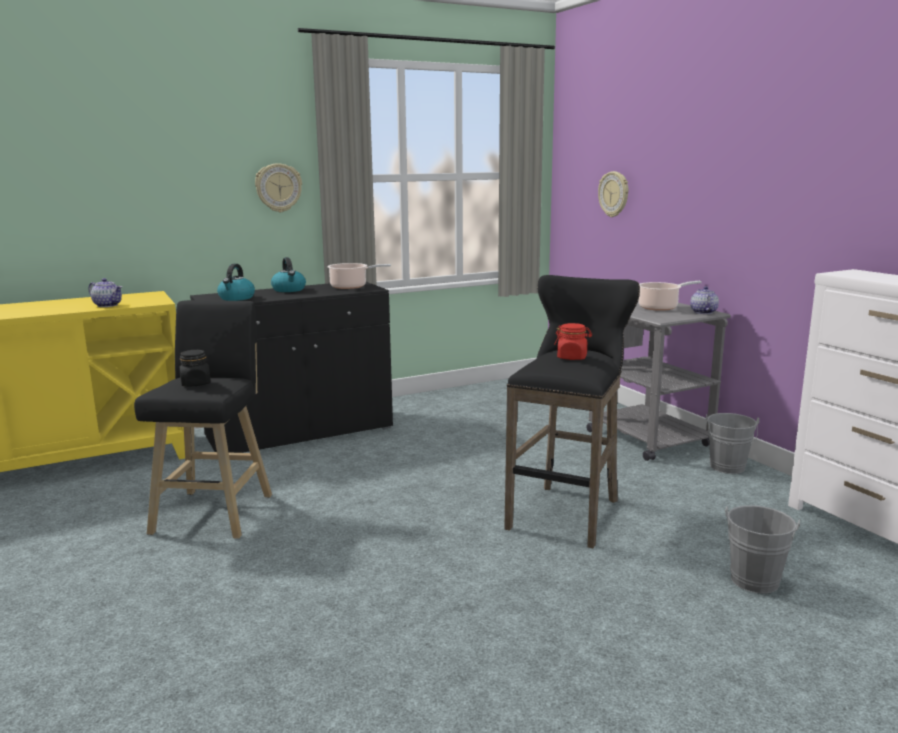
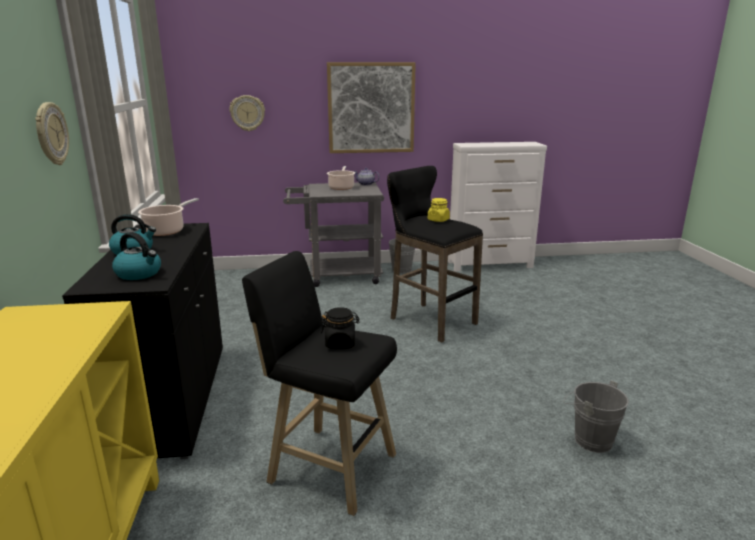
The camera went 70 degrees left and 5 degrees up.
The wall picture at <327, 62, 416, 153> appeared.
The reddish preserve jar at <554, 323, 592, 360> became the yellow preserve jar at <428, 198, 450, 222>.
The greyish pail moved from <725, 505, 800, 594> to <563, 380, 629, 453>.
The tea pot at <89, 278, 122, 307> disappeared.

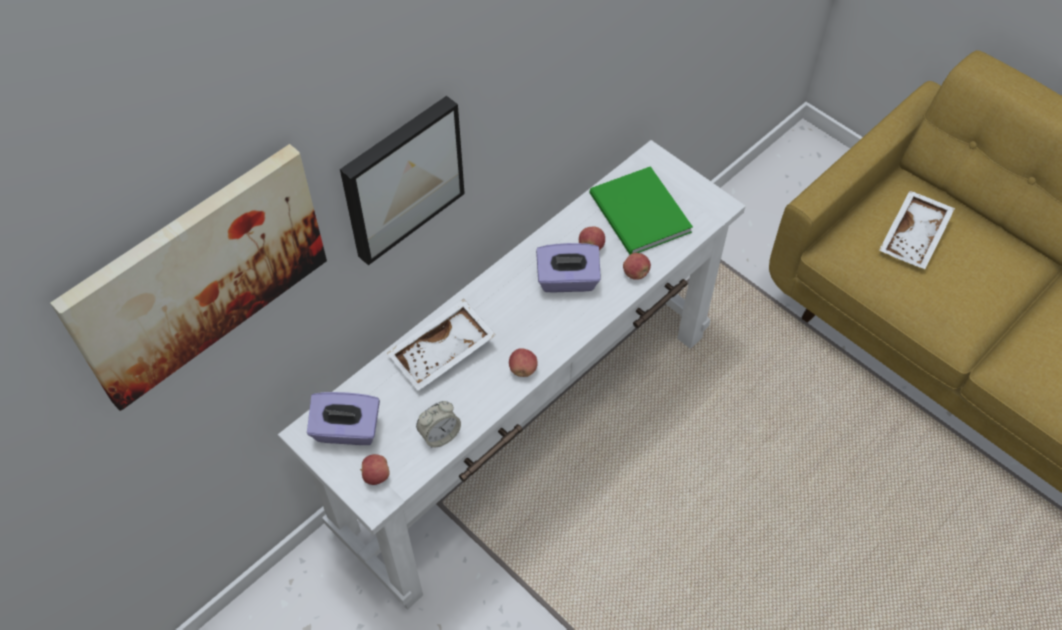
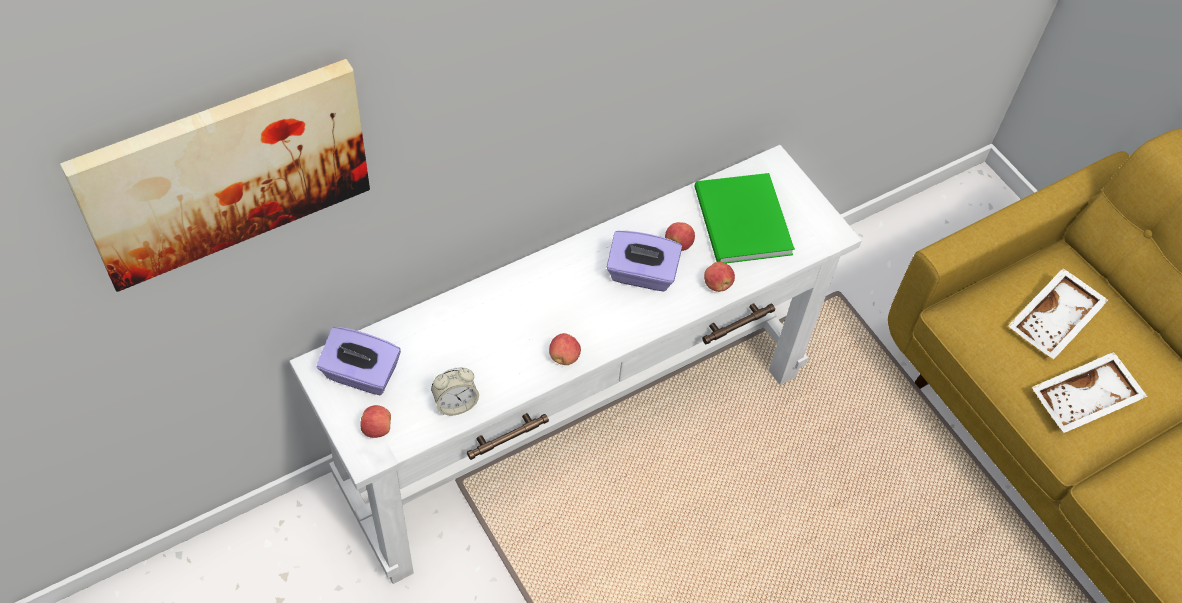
The camera went 10 degrees right and 0 degrees up.
The white-coloured carrying tray moved from <387, 299, 496, 391> to <1031, 352, 1148, 433>.
The wall picture at <340, 96, 465, 265> disappeared.

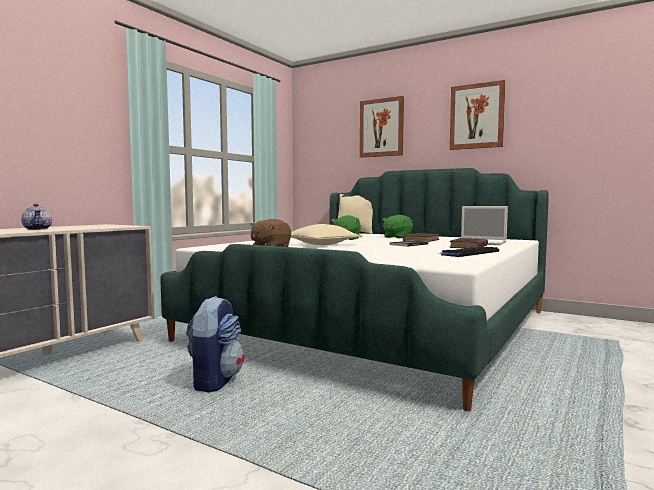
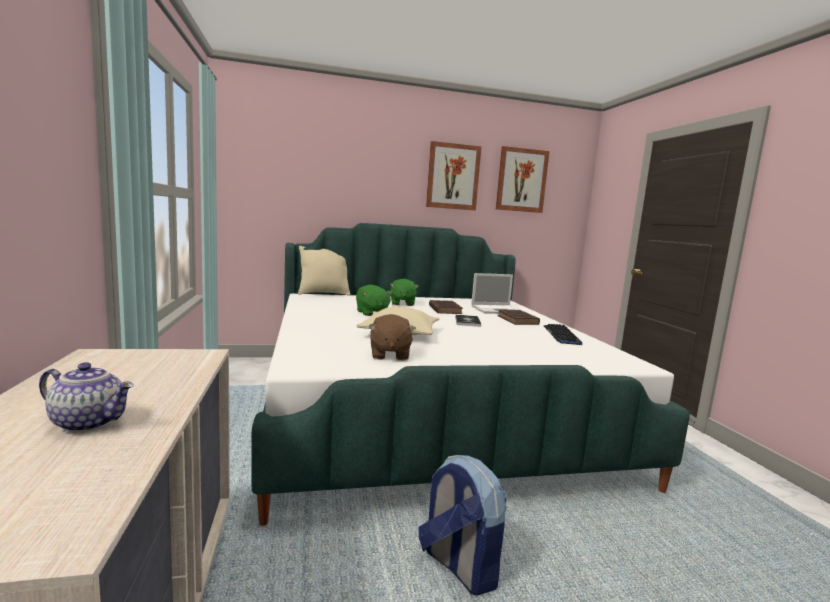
The camera went 45 degrees left and 5 degrees up.
The wall picture moved from <360, 96, 404, 158> to <496, 146, 549, 213>.

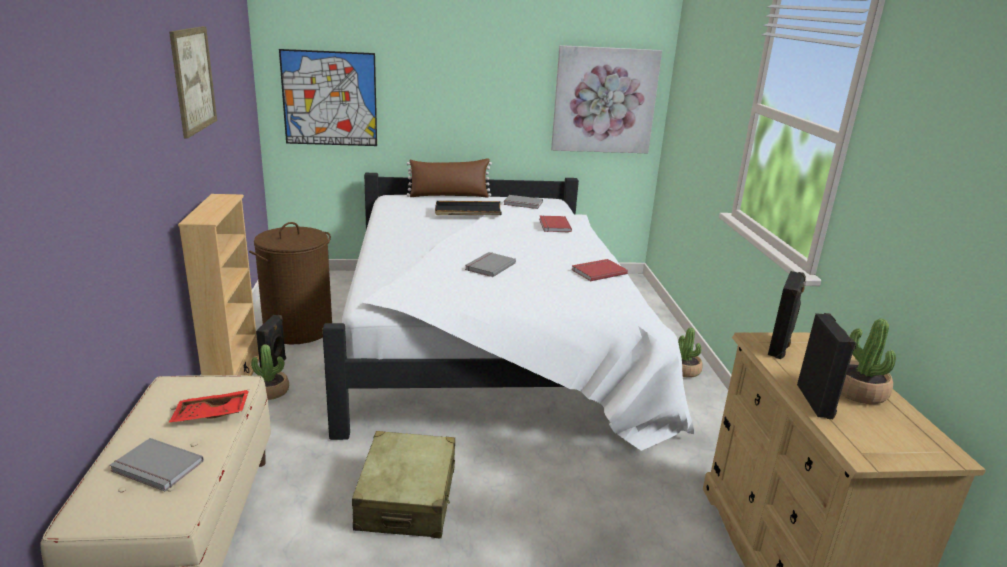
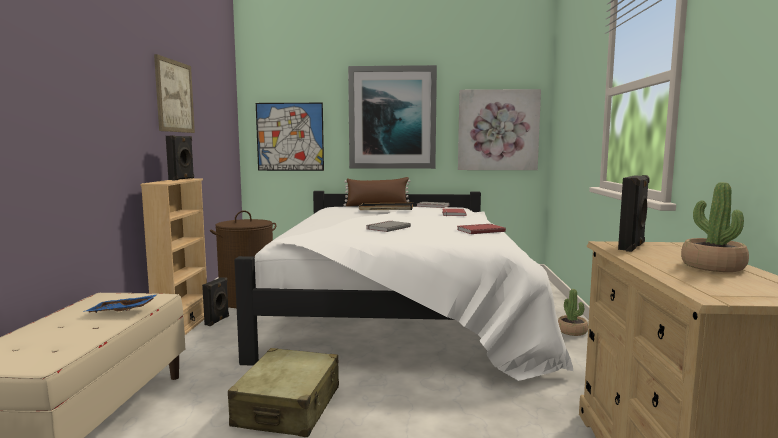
The camera went 10 degrees right and 15 degrees down.
The reddish carrying tray at <168, 390, 249, 423> became the blue carrying tray at <83, 294, 158, 313>.
The black loudspeaker moved from <797, 313, 856, 419> to <166, 135, 194, 180>.
The wall picture at <348, 65, 437, 169> appeared.
The greyish volume at <109, 438, 204, 491> disappeared.
The houseplant at <251, 344, 289, 400> disappeared.

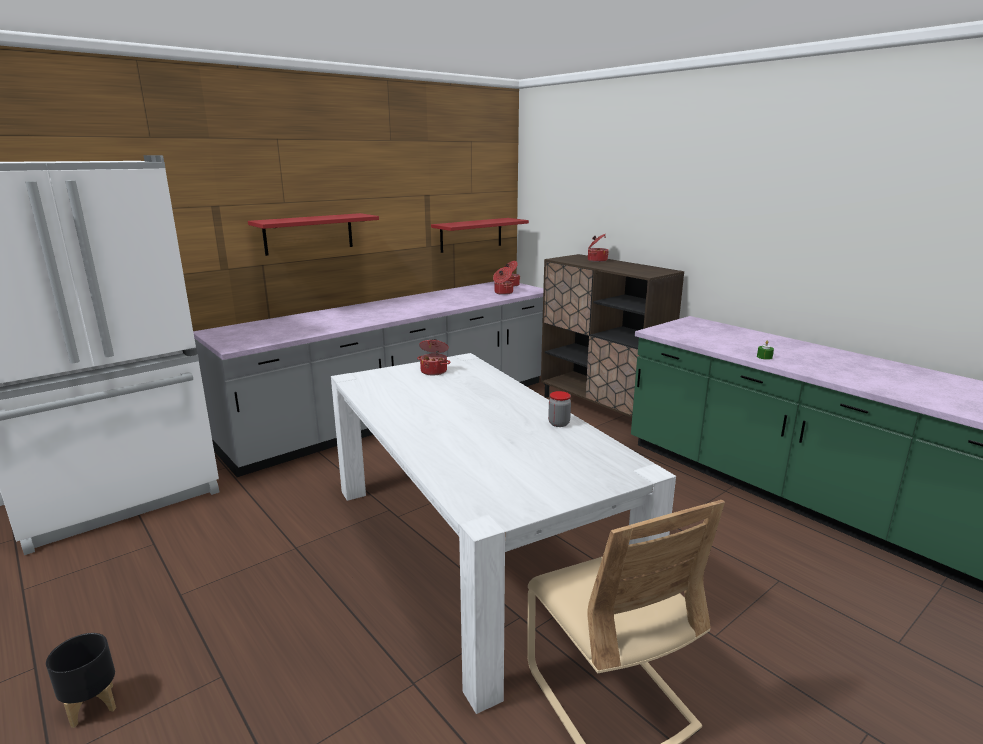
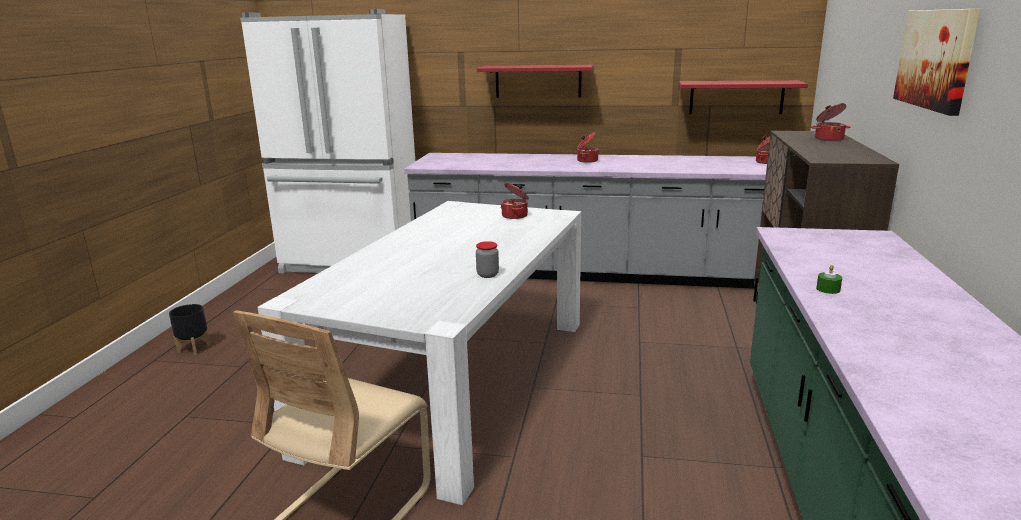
The camera went 50 degrees right and 0 degrees up.
The stockpot moved from <493, 267, 513, 295> to <577, 132, 599, 163>.
The wall picture at <893, 9, 981, 116> appeared.

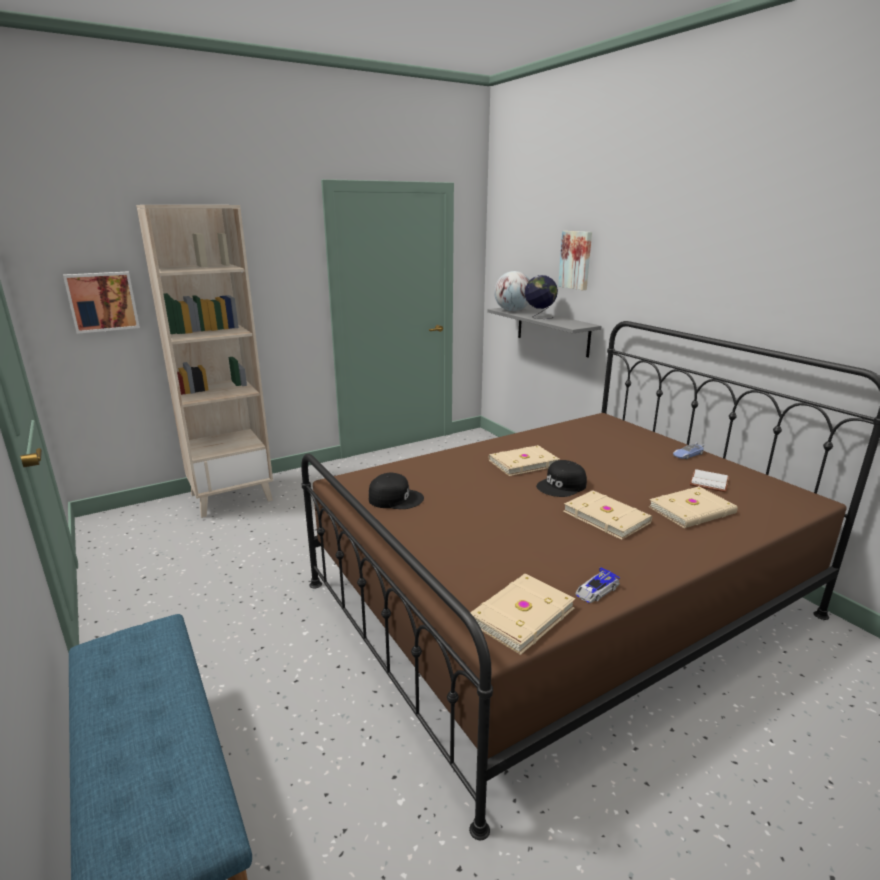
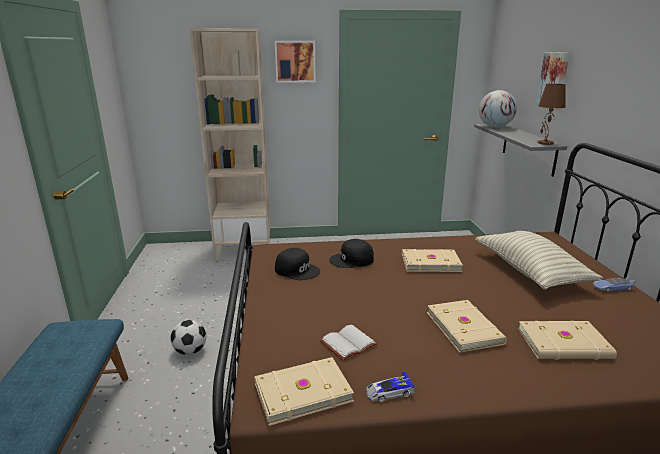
The camera went 25 degrees right and 0 degrees up.
The ball for football at <171, 320, 207, 355> appeared.
The wall picture moved from <63, 272, 140, 334> to <275, 41, 316, 83>.
The white-coloured volume moved from <690, 469, 729, 492> to <320, 325, 378, 361>.
The black peaked cap moved from <536, 460, 587, 497> to <329, 239, 374, 268>.
The cushion at <475, 231, 603, 290> appeared.
The brown-coloured lamp for a table at <537, 84, 565, 145> appeared.
The desk globe at <525, 275, 558, 319> disappeared.

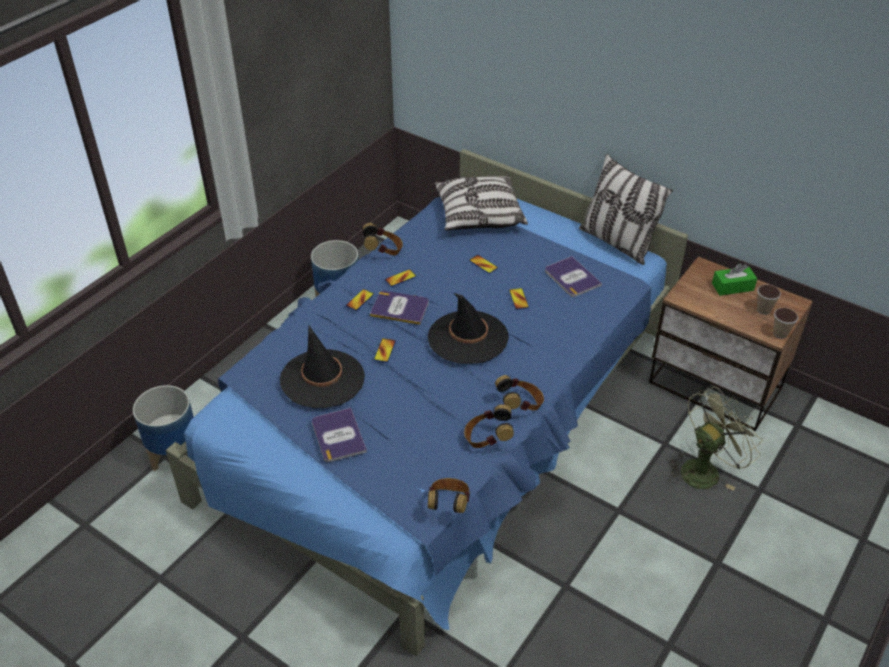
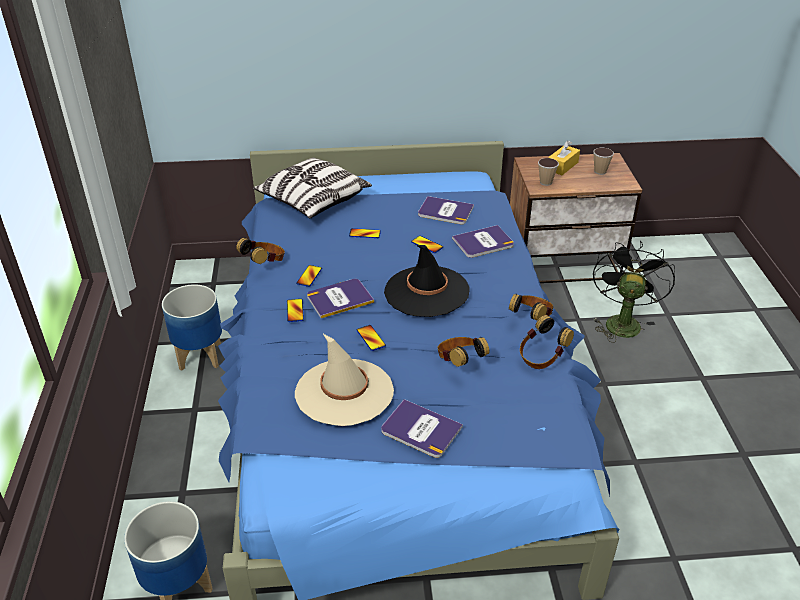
The camera went 40 degrees left and 5 degrees down.
The black clothing hat at <280, 325, 365, 408> became the beige clothing hat at <295, 334, 394, 426>.
The headphones moved from <428, 478, 470, 513> to <437, 337, 490, 367>.
The volume at <452, 225, 514, 258> appeared.
The cup moved from <773, 308, 798, 339> to <538, 158, 559, 186>.
The green-coloured box of tissues at <712, 263, 757, 296> became the yellow box of tissues at <548, 141, 580, 175>.
The green-coloured cooling fan at <669, 386, 762, 491> became the black cooling fan at <593, 241, 675, 343>.
The cushion at <579, 154, 673, 265> disappeared.

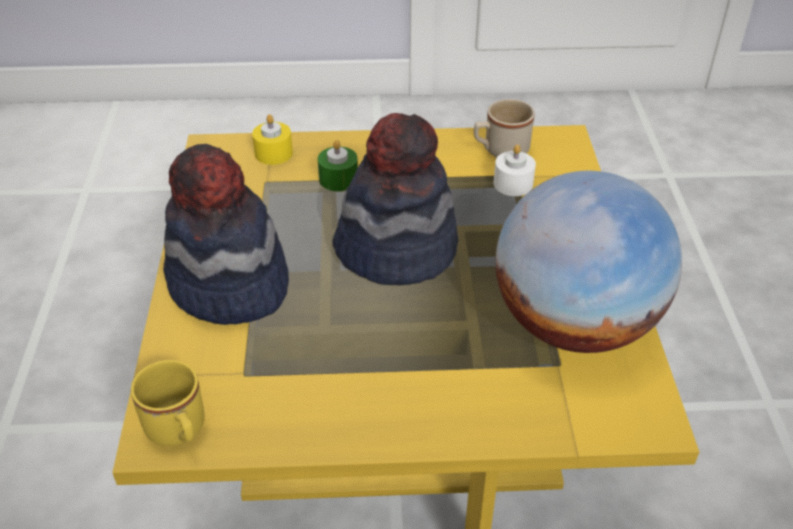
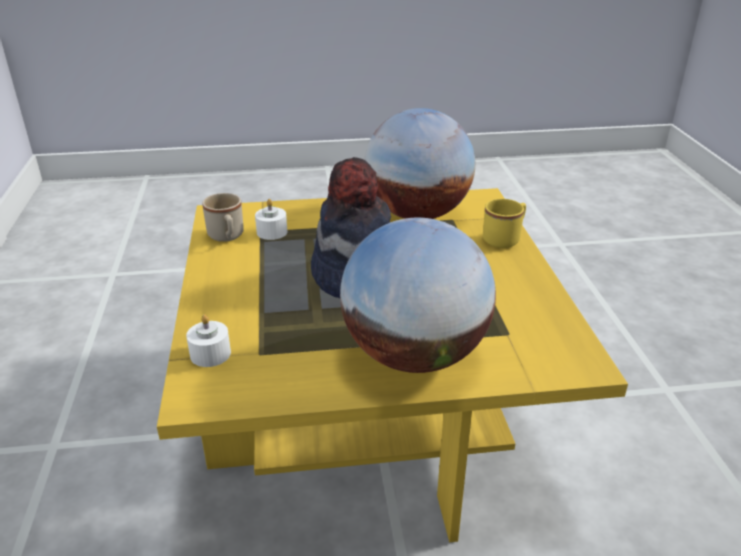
The camera went 95 degrees left and 10 degrees down.
The yellow wax candle at <252, 114, 293, 165> became the white-coloured wax candle at <186, 314, 231, 367>.
The clothing hat at <163, 144, 289, 325> was replaced by the desk globe at <340, 217, 496, 373>.
The yellow tea mug moved from <131, 360, 205, 446> to <483, 199, 526, 248>.
The green-coloured wax candle at <318, 140, 358, 191> disappeared.

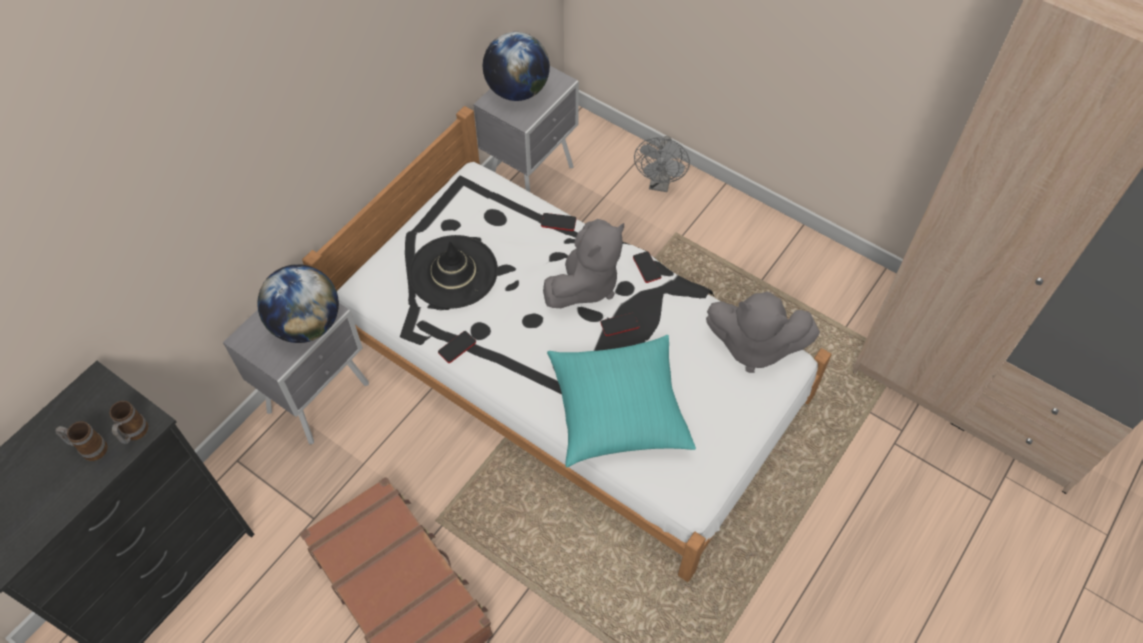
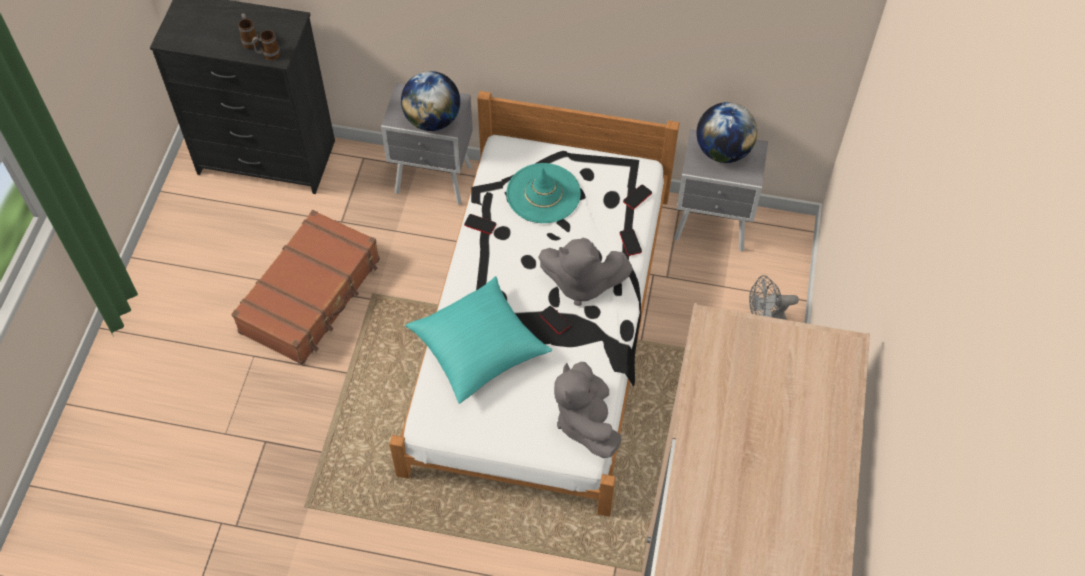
The camera went 65 degrees right and 0 degrees up.
The black clothing hat at <409, 235, 498, 309> became the turquoise-coloured clothing hat at <506, 163, 581, 223>.
The phone moved from <633, 251, 661, 283> to <623, 184, 652, 209>.

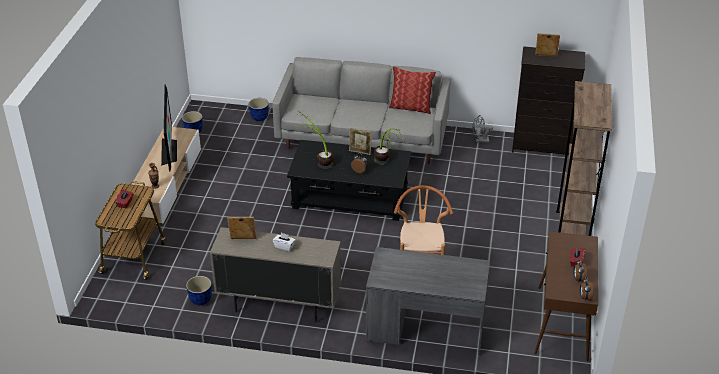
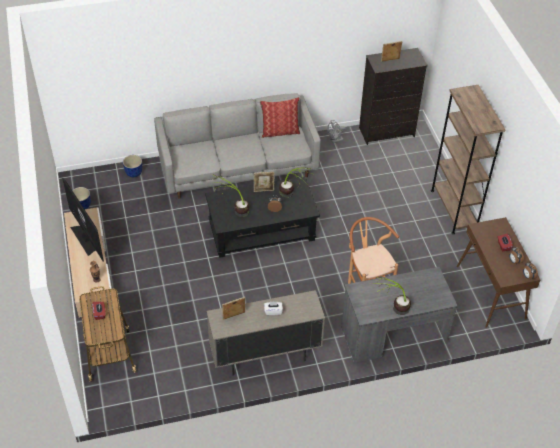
The camera went 25 degrees left and 10 degrees up.
The houseplant at <373, 276, 411, 315> appeared.
The planter at <186, 276, 212, 305> disappeared.

